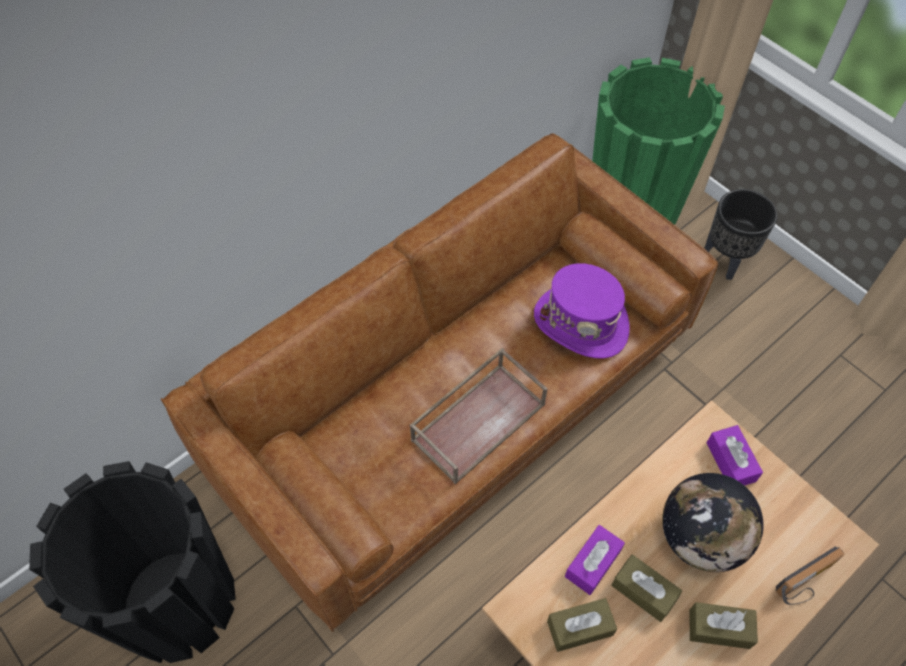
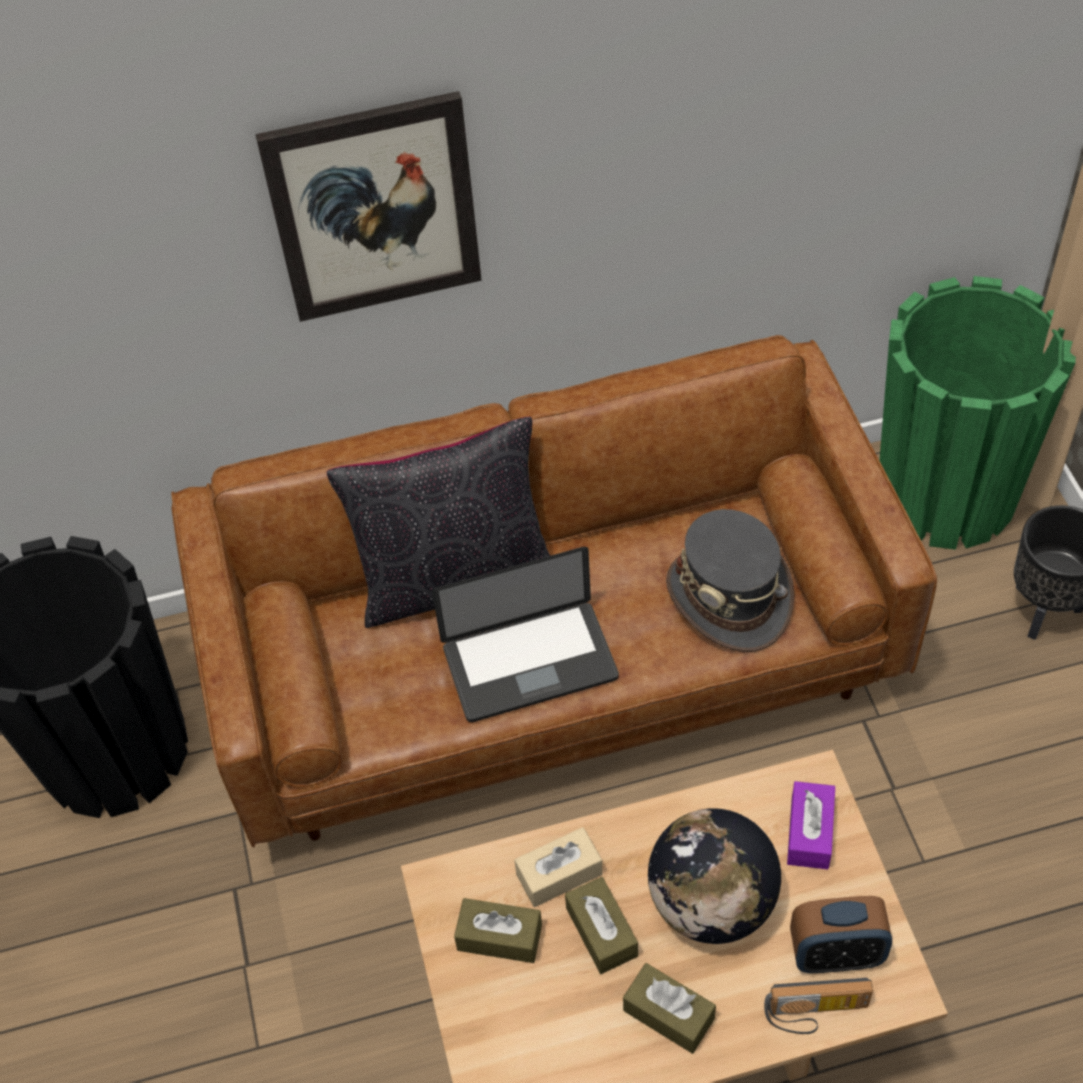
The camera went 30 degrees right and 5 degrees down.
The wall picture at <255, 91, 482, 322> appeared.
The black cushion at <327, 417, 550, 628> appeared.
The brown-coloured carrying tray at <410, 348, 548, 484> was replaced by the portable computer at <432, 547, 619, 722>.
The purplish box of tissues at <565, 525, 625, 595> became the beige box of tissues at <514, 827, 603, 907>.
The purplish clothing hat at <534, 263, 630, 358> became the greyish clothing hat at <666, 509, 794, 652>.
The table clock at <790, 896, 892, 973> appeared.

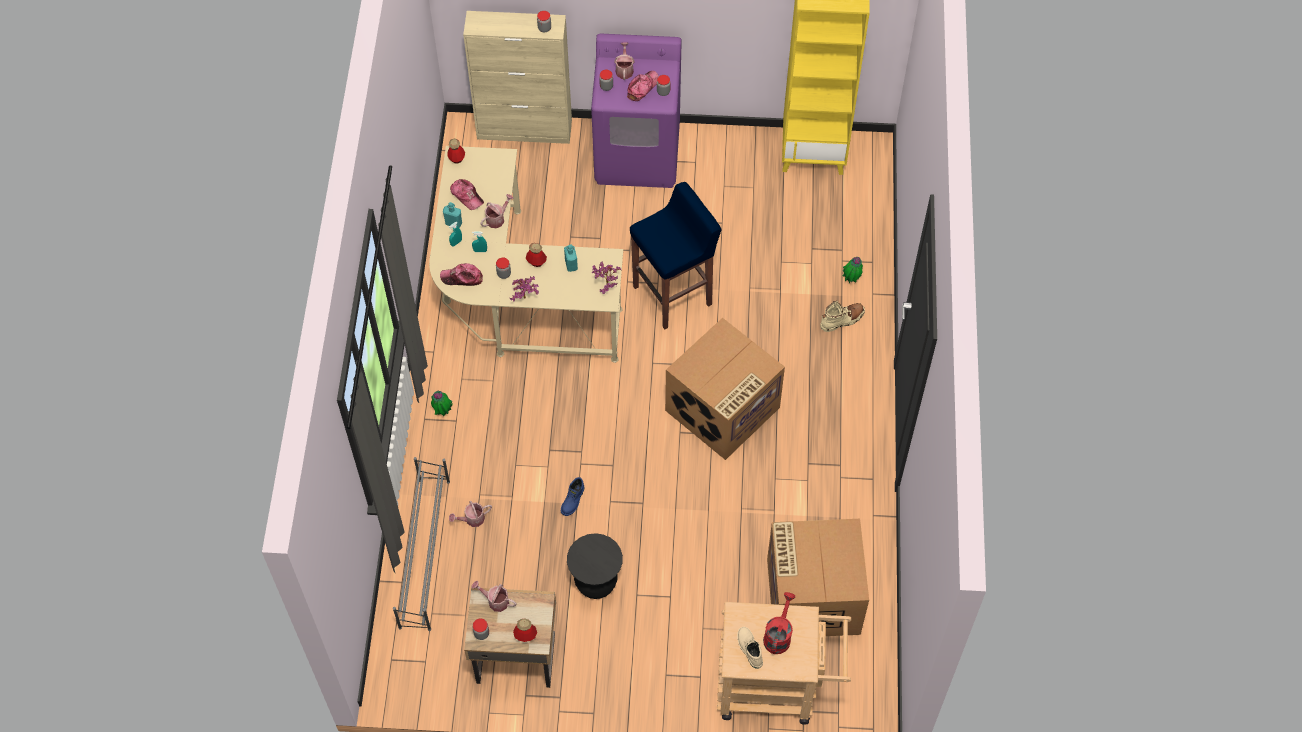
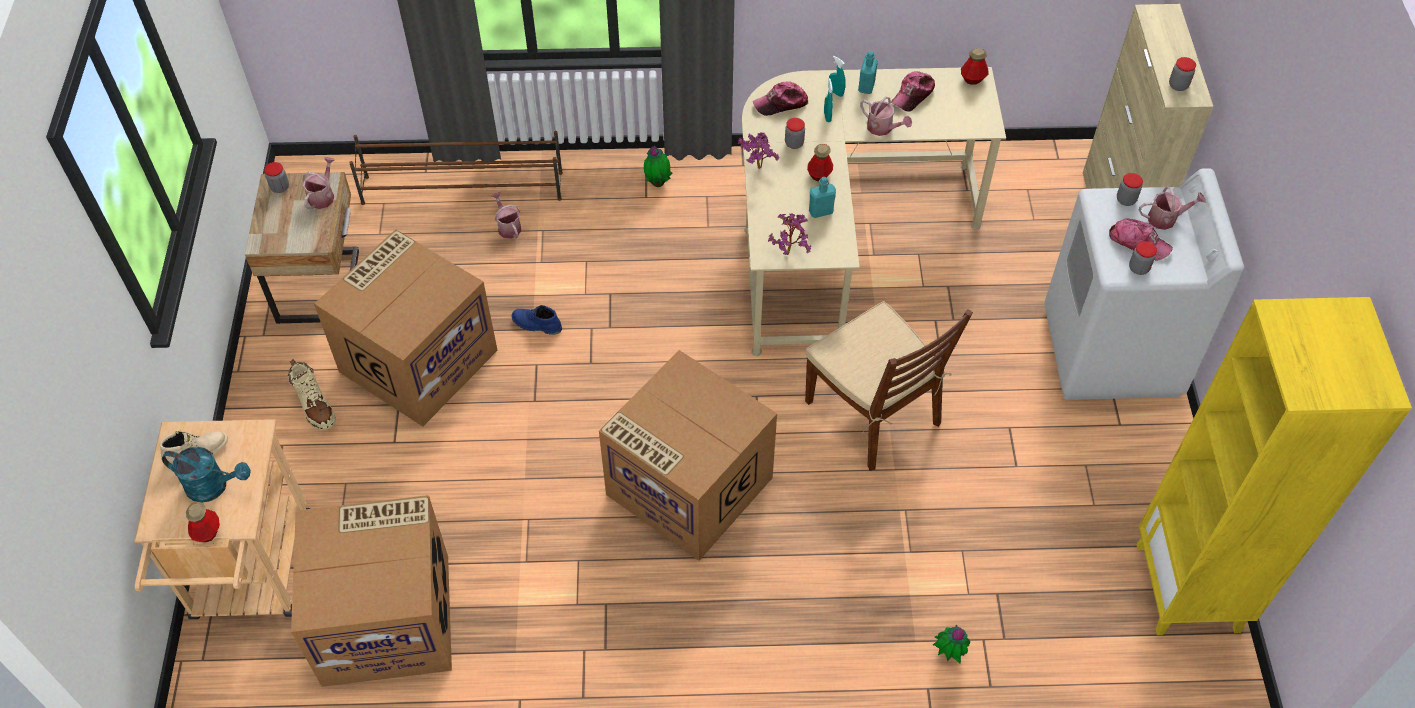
The camera went 85 degrees right and 5 degrees down.
The reddish sprinkling can at <763, 592, 796, 654> became the turquoise-coloured sprinkling can at <162, 447, 250, 502>.
The beverage bottle moved from <513, 618, 537, 642> to <186, 502, 220, 542>.
The beige high-top boot moved from <820, 301, 865, 332> to <288, 359, 336, 430>.
The black sitting stool at <567, 533, 623, 599> was replaced by the packing box at <314, 229, 498, 427>.
The greyish shoe rack at <393, 457, 450, 631> became the brown-coloured shoe rack at <349, 131, 563, 205>.
The peaked cap at <440, 263, 483, 286> turned 105 degrees counterclockwise.
The blue sitting stool at <630, 182, 721, 330> was replaced by the brown-coloured chair at <805, 301, 973, 471>.
The purplish laundry machine at <591, 34, 682, 188> became the white-coloured laundry machine at <1044, 168, 1244, 400>.

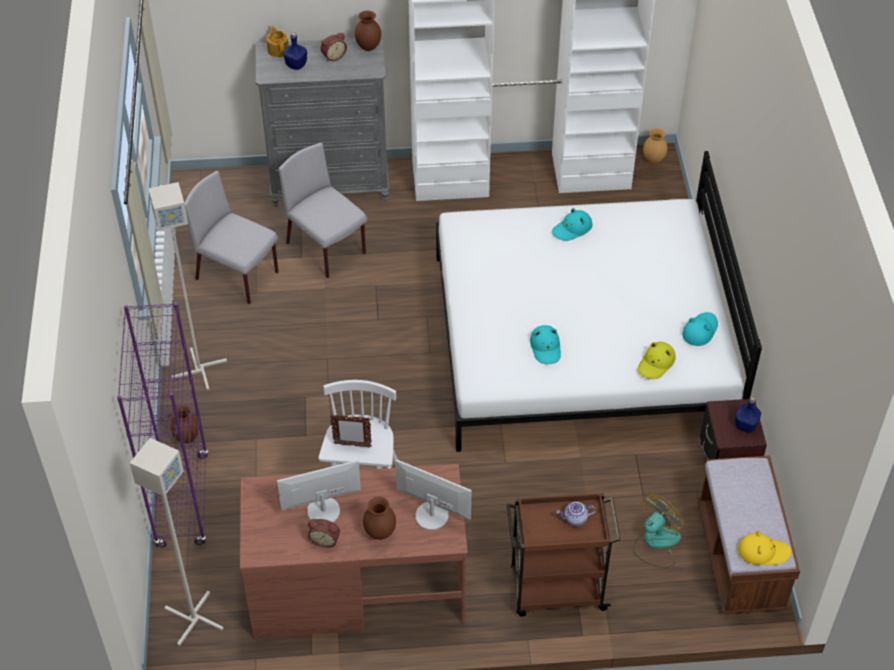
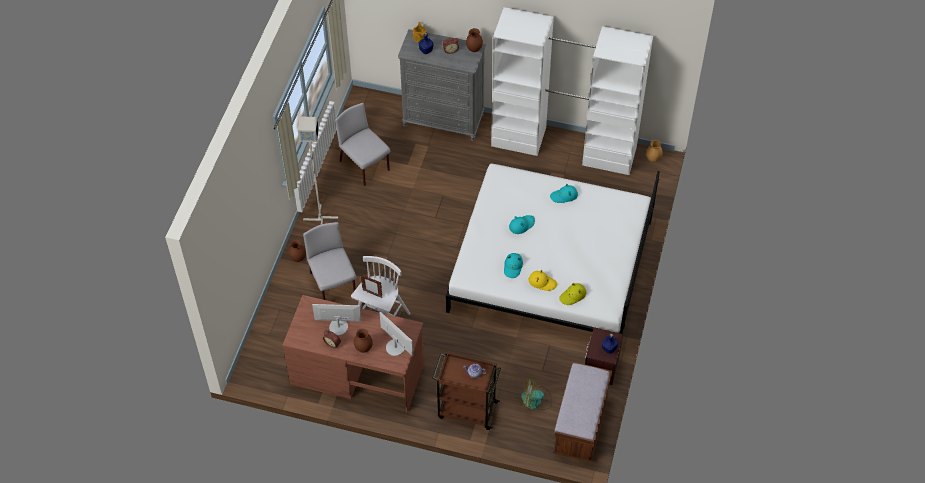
The camera went 20 degrees right and 5 degrees up.
The greyish chair moved from <279, 143, 367, 278> to <303, 222, 356, 300>.
The turquoise-coloured clothing hat moved from <682, 312, 718, 346> to <509, 215, 535, 234>.
The cooling fan at <633, 493, 684, 568> turned 150 degrees counterclockwise.
The yellow clothing hat moved from <738, 530, 792, 565> to <529, 270, 557, 291>.
The purplish bookcase at <117, 302, 209, 548> disappeared.
The greyish floor lamp at <130, 438, 224, 646> disappeared.

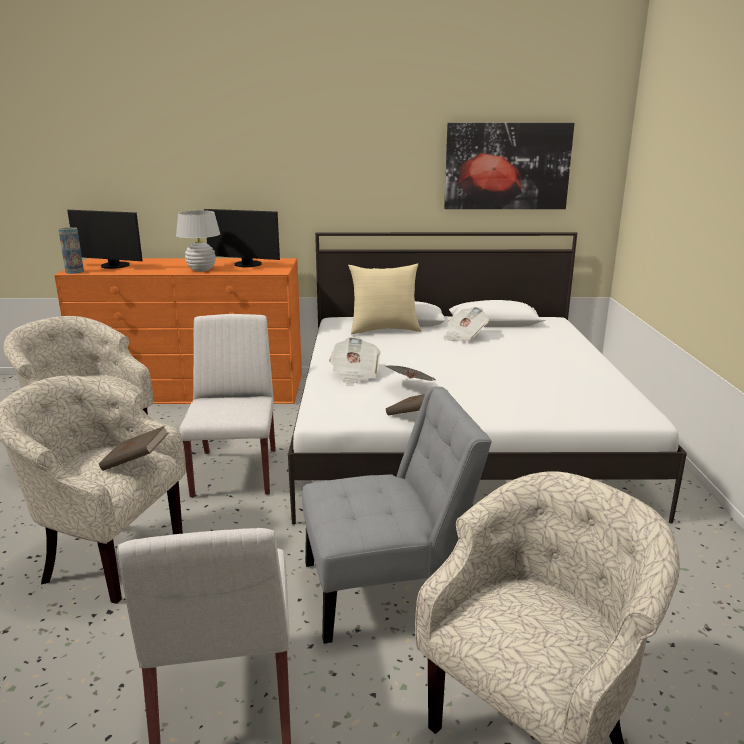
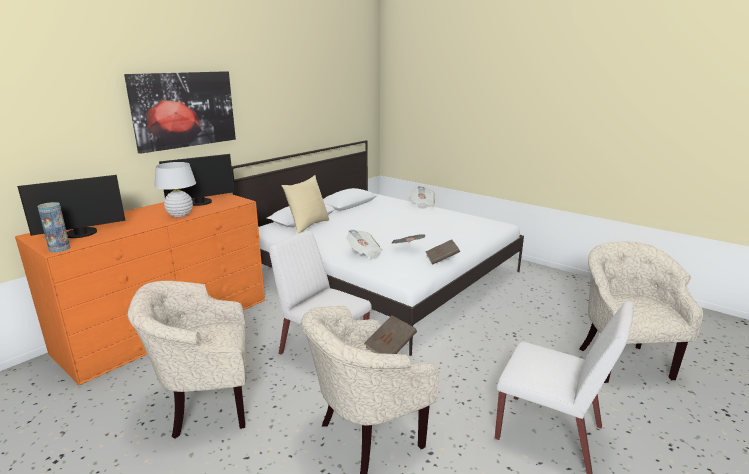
The camera went 50 degrees left and 0 degrees up.
The wall picture moved from <444, 123, 574, 209> to <124, 71, 236, 154>.
The printed paper moved from <443, 307, 489, 341> to <410, 186, 435, 209>.
The greyish chair at <302, 386, 492, 644> disappeared.

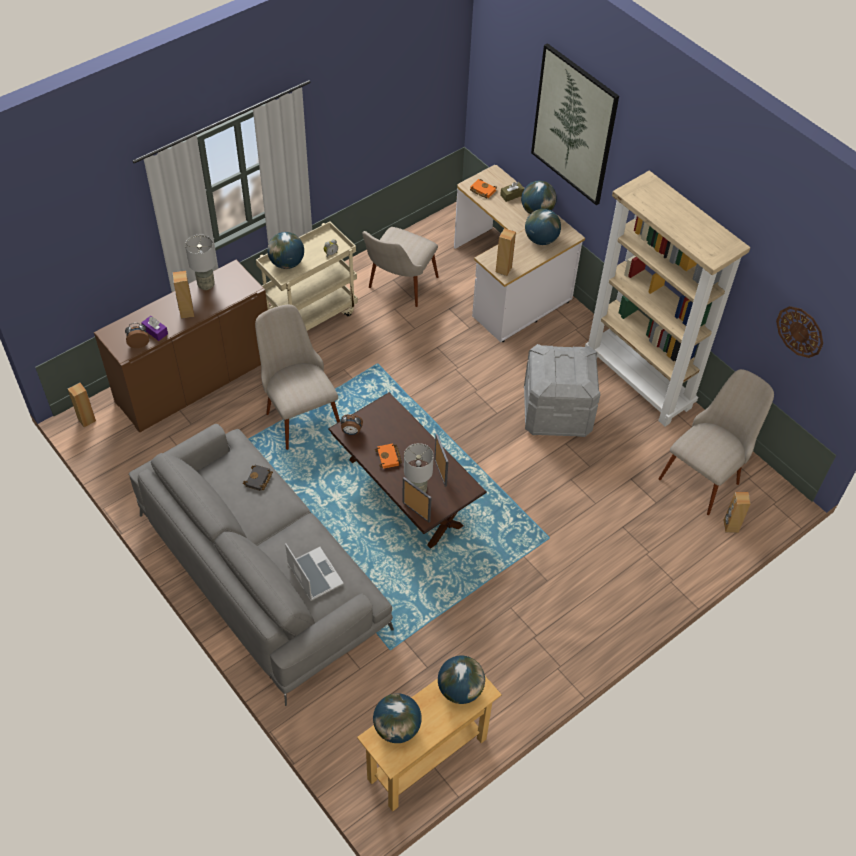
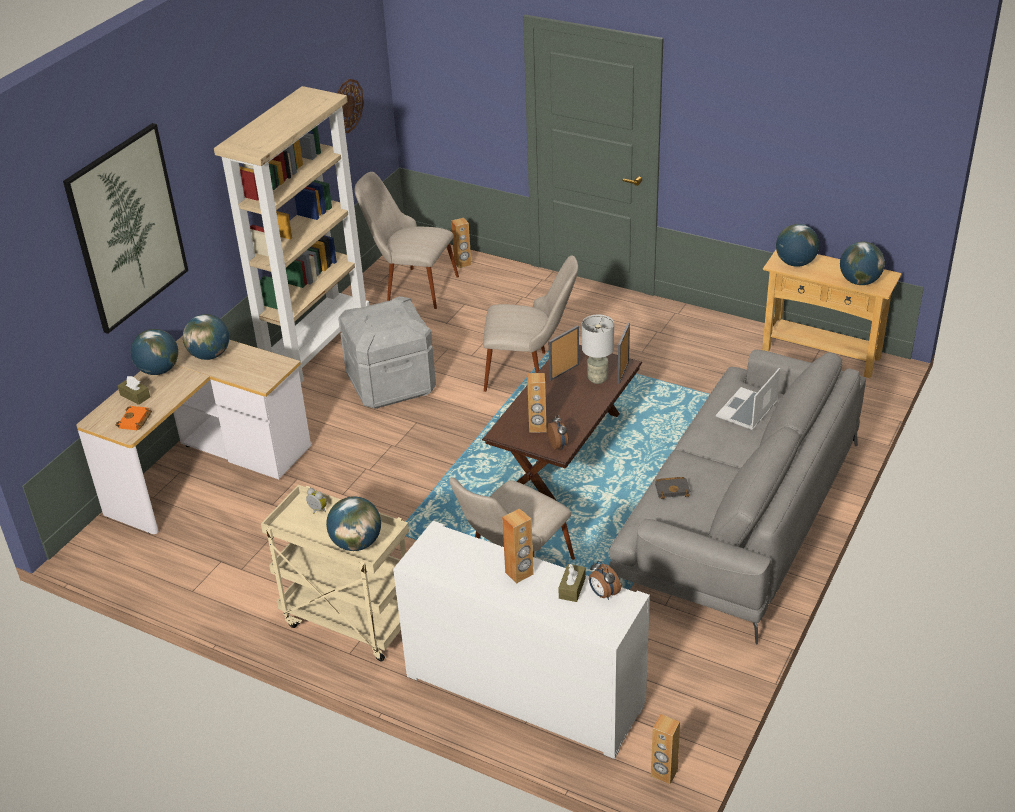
The camera went 110 degrees left and 15 degrees down.
The brown-coloured storage cabinet at <94, 260, 268, 432> became the white-coloured storage cabinet at <393, 521, 650, 759>.
The beige chair moved from <362, 227, 439, 307> to <483, 255, 578, 392>.
The brown-coloured loudspeaker moved from <496, 228, 516, 276> to <527, 373, 547, 433>.
The purplish box of tissues at <141, 316, 168, 341> became the brown-coloured box of tissues at <559, 564, 586, 602>.
The greyish lamp for a table at <185, 235, 216, 290> disappeared.
The orange-coloured volume at <375, 443, 402, 469> disappeared.

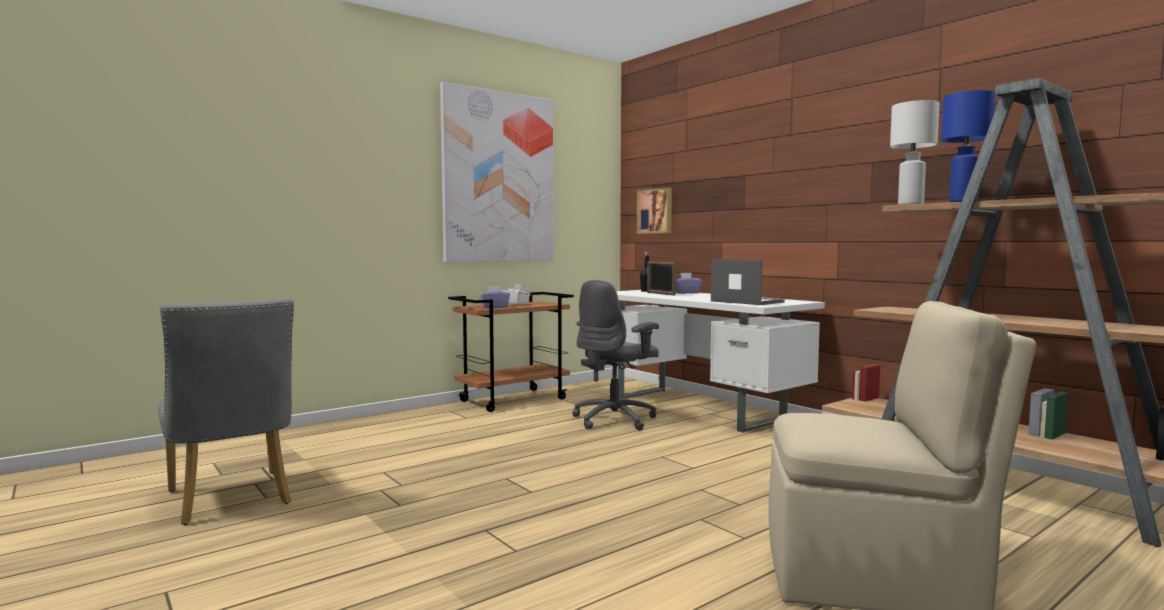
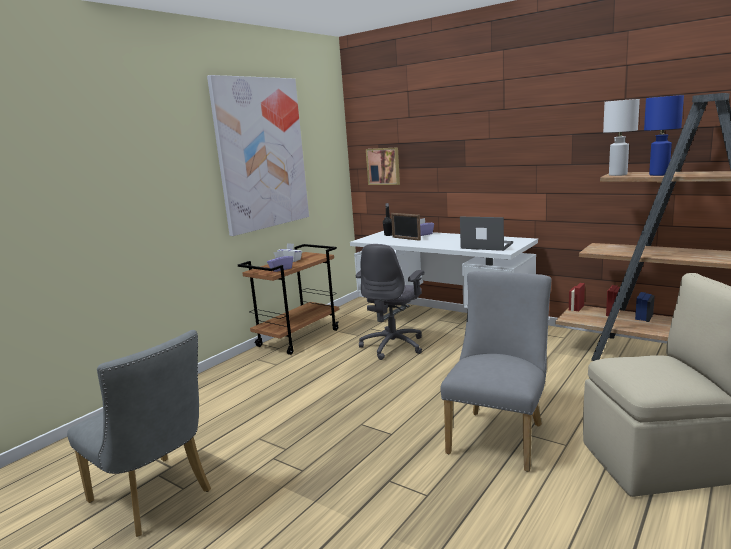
The camera went 15 degrees left and 10 degrees up.
The greyish chair at <440, 271, 552, 472> appeared.

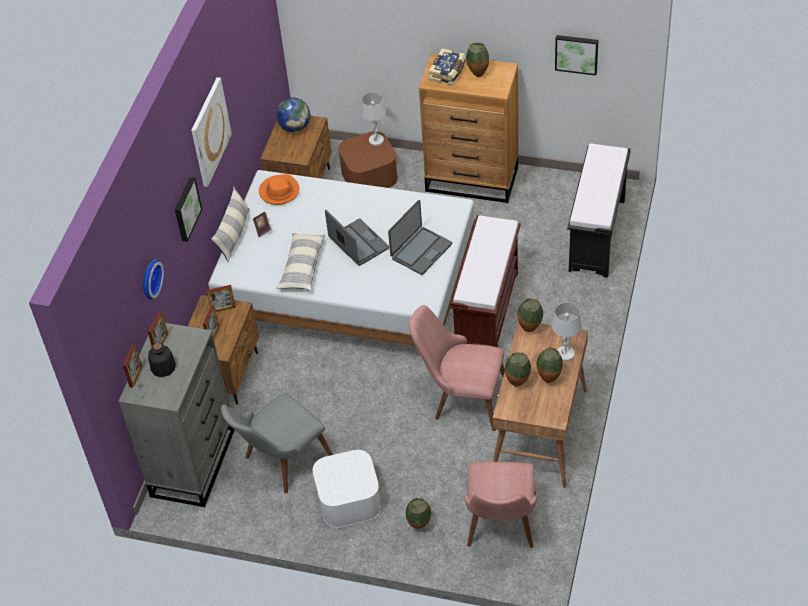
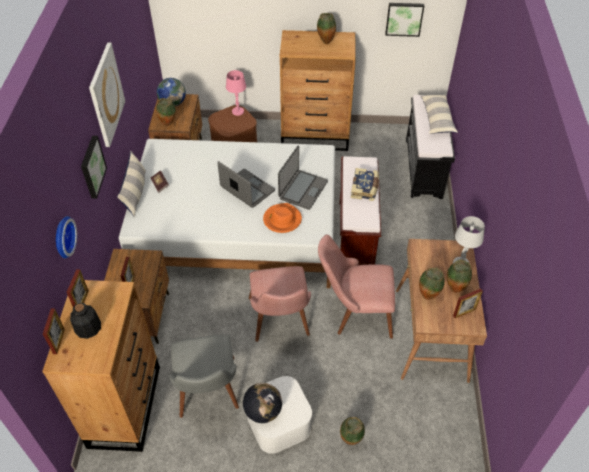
The camera went 15 degrees left and 0 degrees up.
The greyish chest of drawers at <119, 323, 235, 507> became the brown-coloured chest of drawers at <42, 280, 160, 452>.
The decorative vase moved from <517, 298, 543, 332> to <156, 98, 176, 126>.
The greyish chair at <221, 393, 333, 493> turned 45 degrees counterclockwise.
The white-coloured lamp for a table at <361, 93, 386, 146> became the pinkish lamp for a table at <226, 70, 246, 116>.
The desk globe at <243, 383, 282, 423> appeared.
The pinkish chair moved from <464, 462, 537, 548> to <249, 266, 311, 342>.
The orange-coloured clothing hat moved from <259, 174, 299, 205> to <263, 203, 302, 233>.
The volume moved from <429, 48, 466, 85> to <351, 168, 379, 201>.
The cushion moved from <276, 233, 325, 291> to <421, 94, 458, 134>.
The photo frame moved from <206, 285, 236, 312> to <453, 289, 483, 318>.

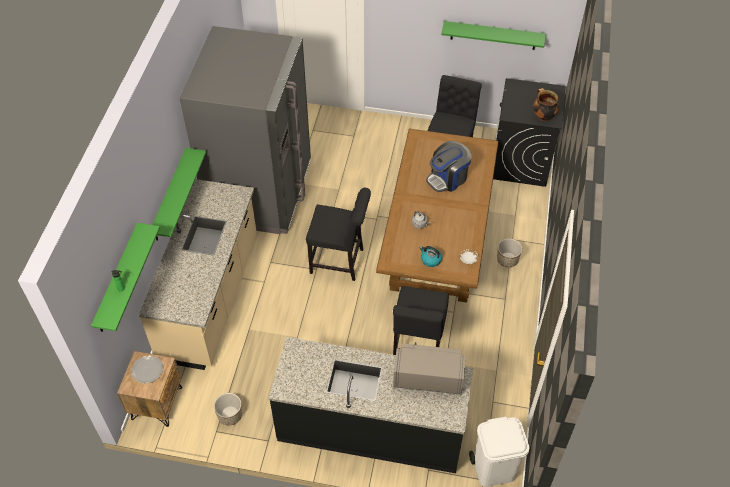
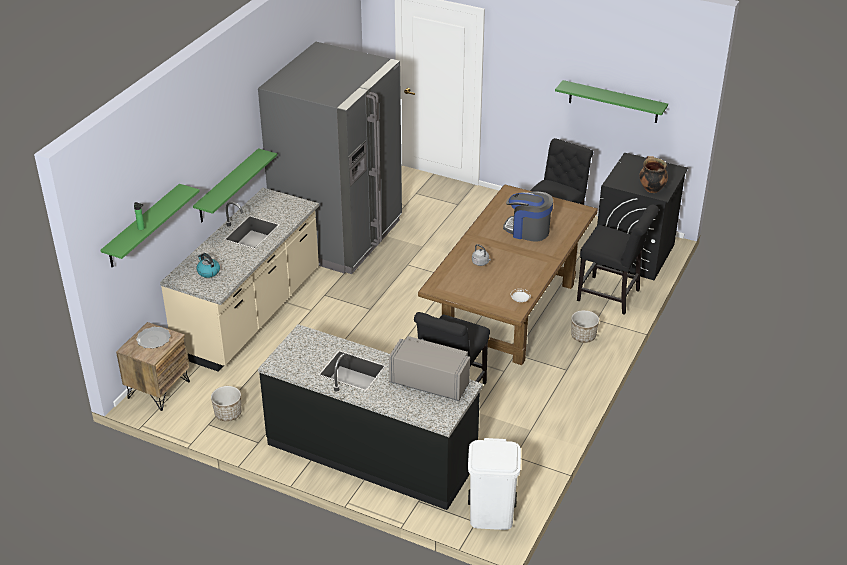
The camera went 15 degrees right and 15 degrees down.
The tea kettle moved from <420, 246, 442, 267> to <196, 253, 220, 278>.
The coffee machine at <426, 141, 472, 192> turned 45 degrees clockwise.
The black chair moved from <306, 187, 371, 281> to <577, 204, 659, 315>.

